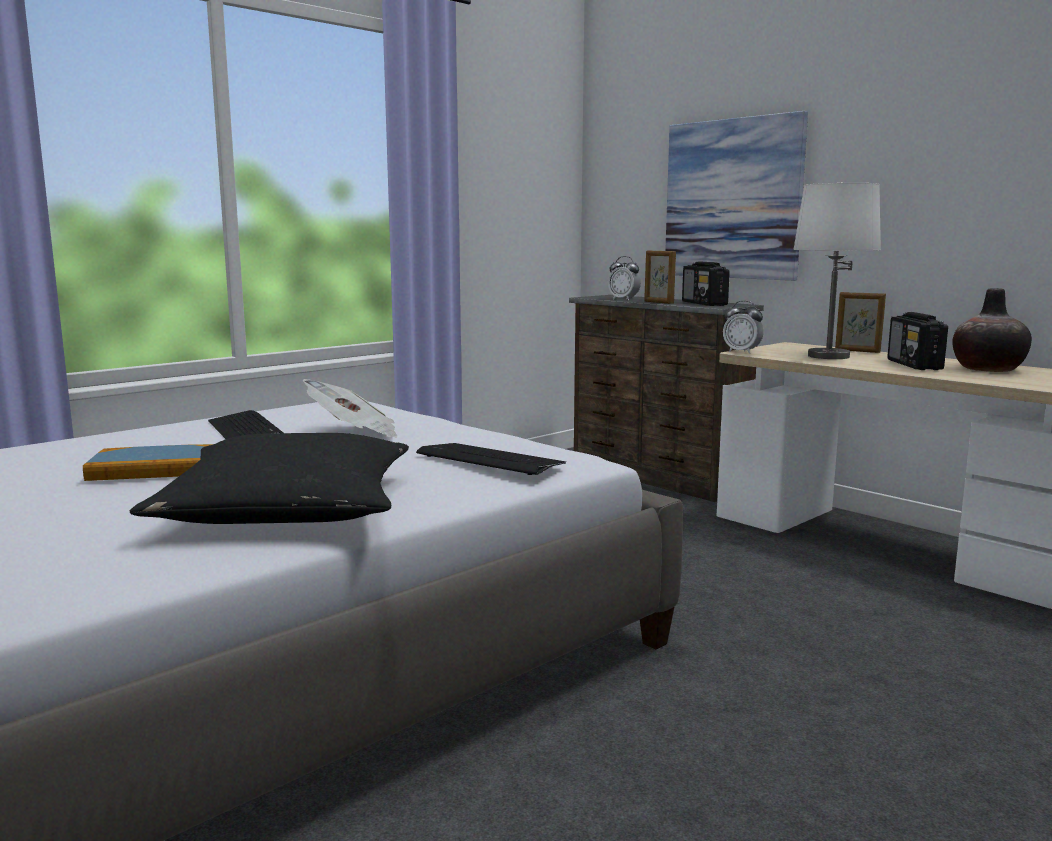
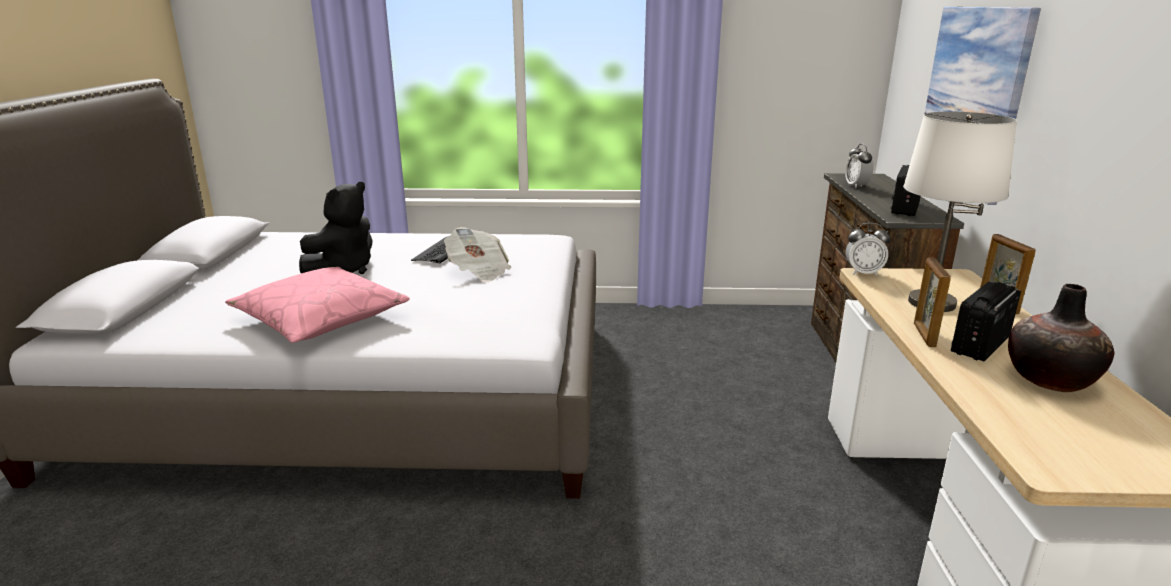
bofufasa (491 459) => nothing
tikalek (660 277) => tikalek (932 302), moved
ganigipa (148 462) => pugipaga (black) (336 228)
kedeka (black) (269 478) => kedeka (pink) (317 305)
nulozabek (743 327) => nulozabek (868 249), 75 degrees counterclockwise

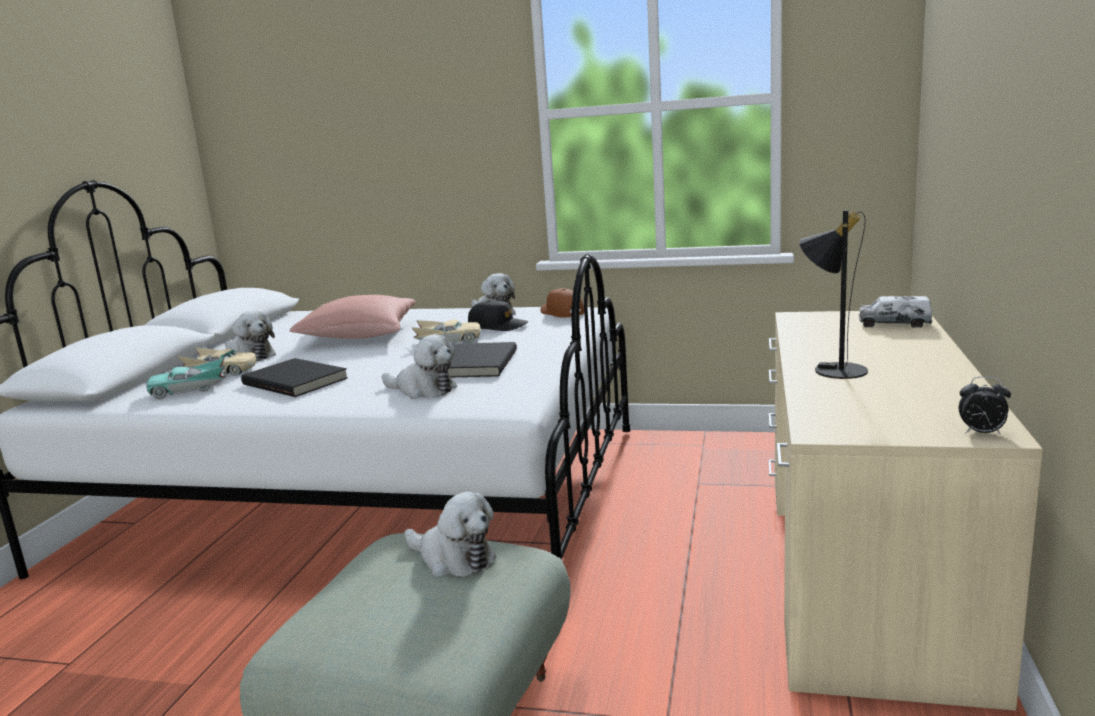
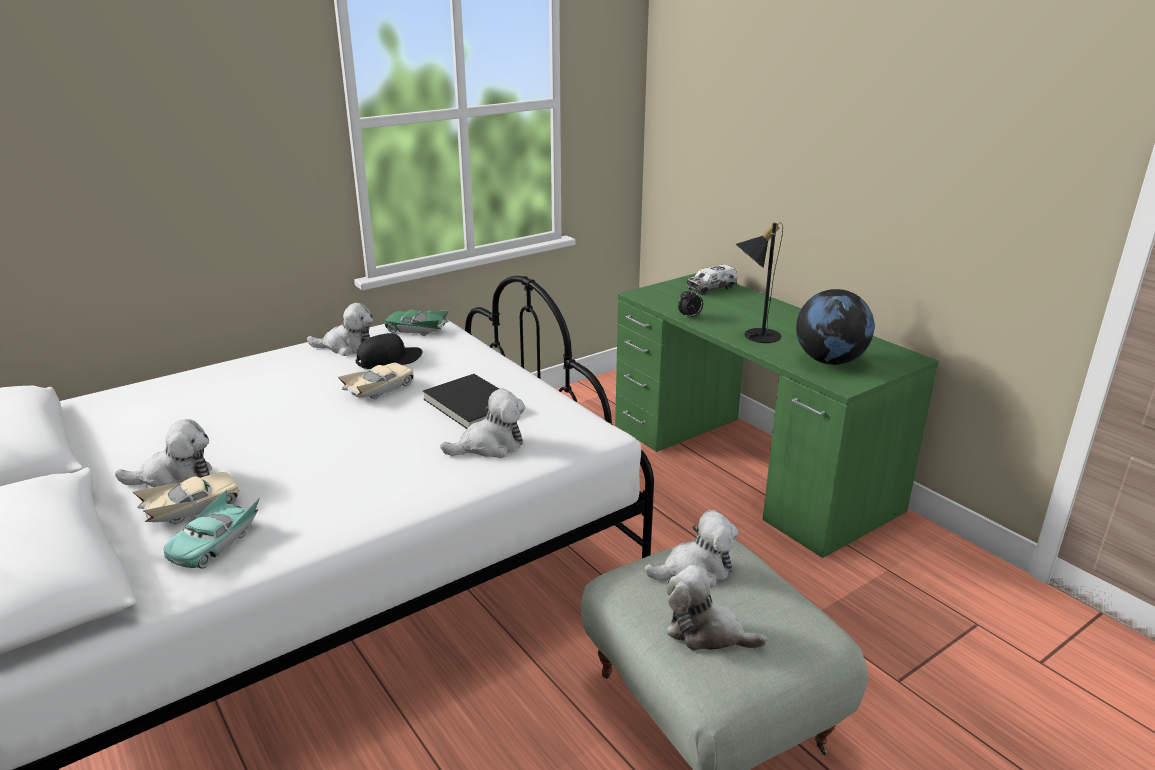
ganigipa (black) (294 377) => nothing
kedeka (pink) (353 317) => nothing
nothing => pugipaga (716 607)
nothing => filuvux (835 327)
nulozabek (985 405) => nulozabek (690 302), moved
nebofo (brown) (562 303) => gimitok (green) (416 322)
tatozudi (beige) (906 511) => tatozudi (green) (777 415)

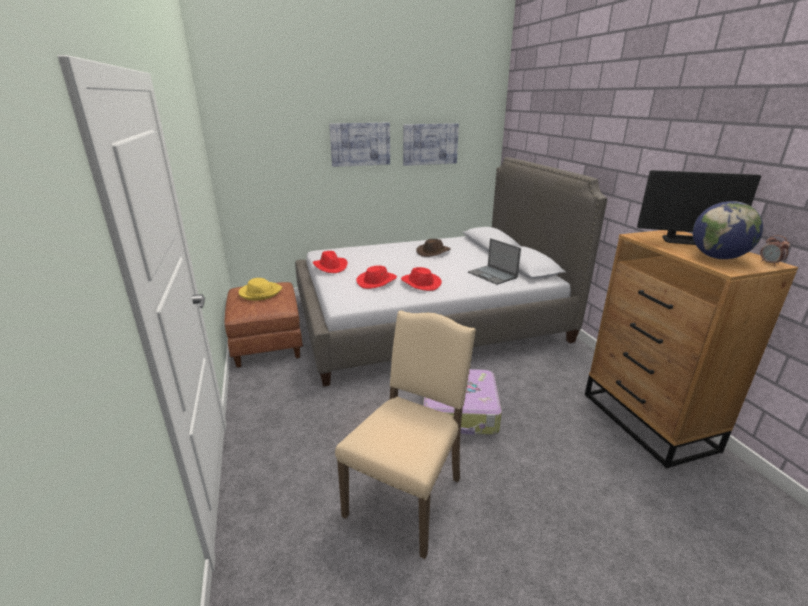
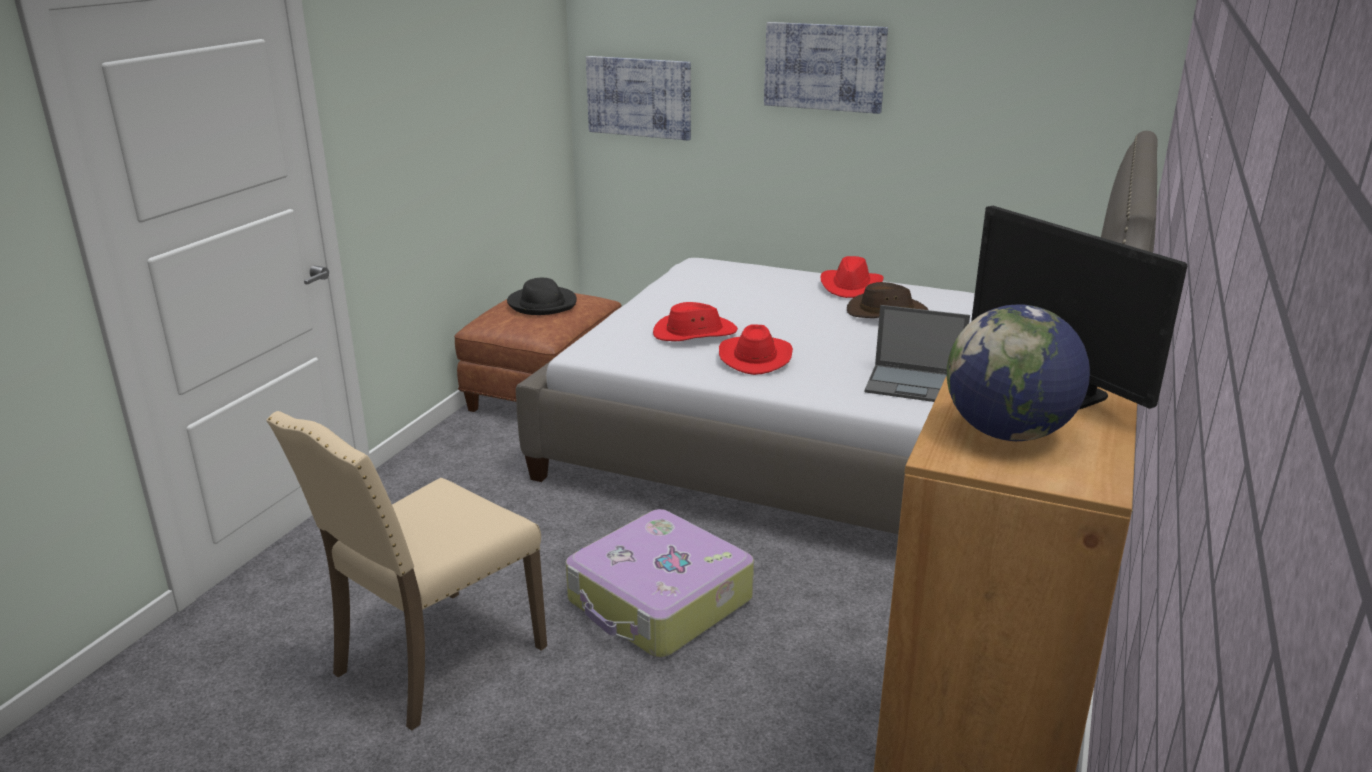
nulozabek (775 250) => nothing
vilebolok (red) (330 262) => vilebolok (red) (852 277), moved
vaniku (431 144) => vaniku (638 98), moved
vilebolok (yellow) (260 289) => vilebolok (black) (542 296)
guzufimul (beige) (405 434) => guzufimul (beige) (406 571), 150 degrees clockwise
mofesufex (494 261) => mofesufex (917 353), 75 degrees counterclockwise

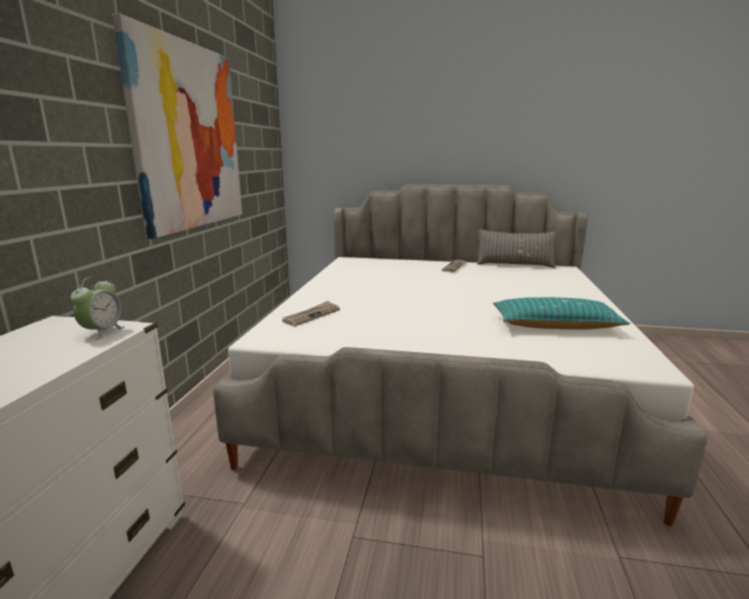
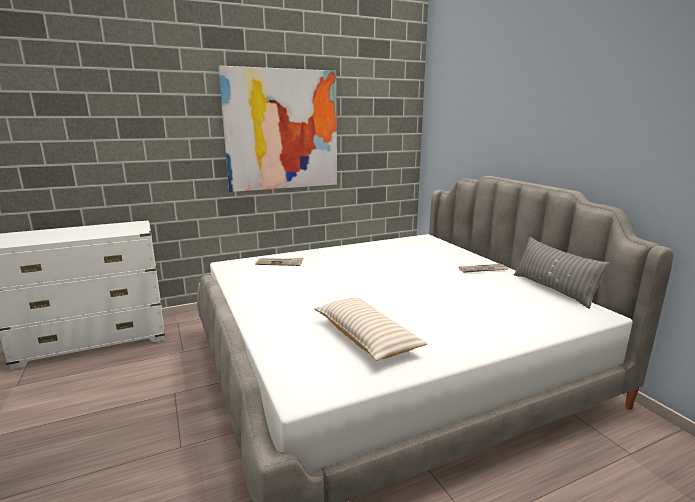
nulozabek (98 309) => nothing
kedeka (turquoise) (561 313) => kedeka (beige) (370 329)

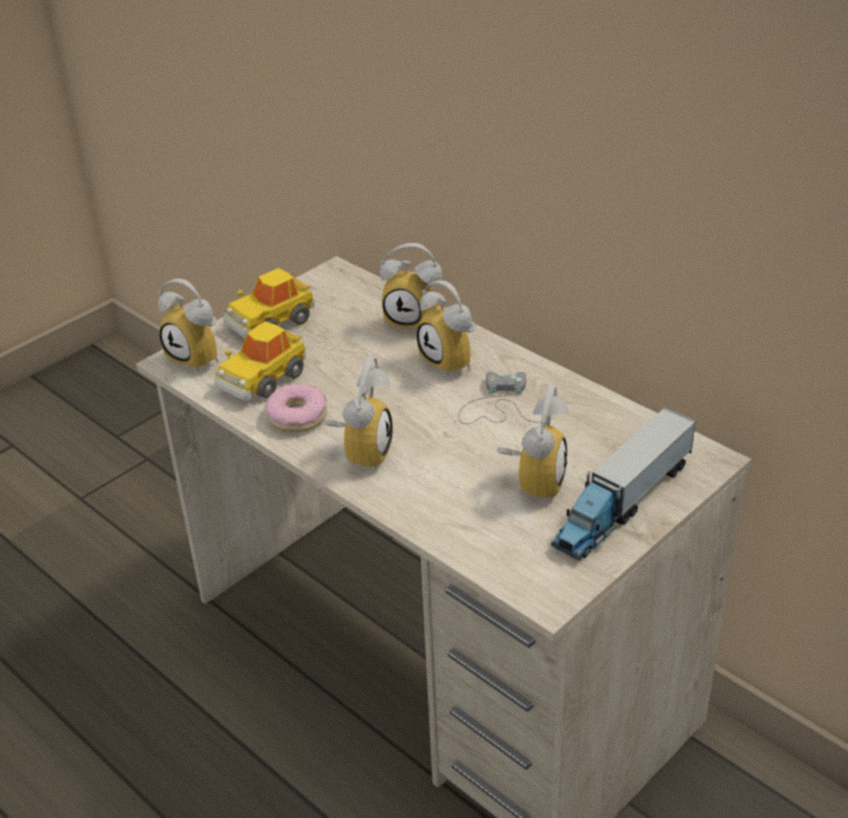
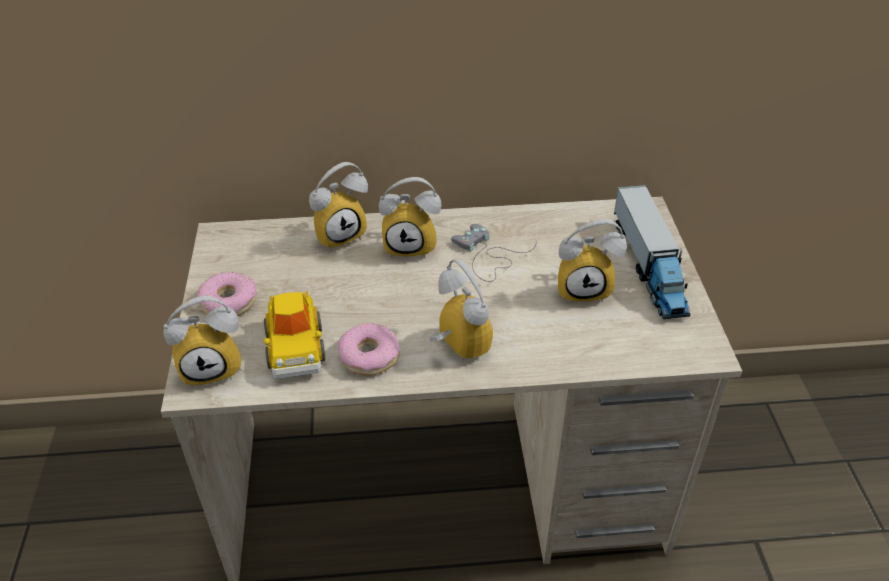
gimitok (269 303) => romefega (226 294)
nulozabek (533 442) => nulozabek (592 261), 120 degrees clockwise

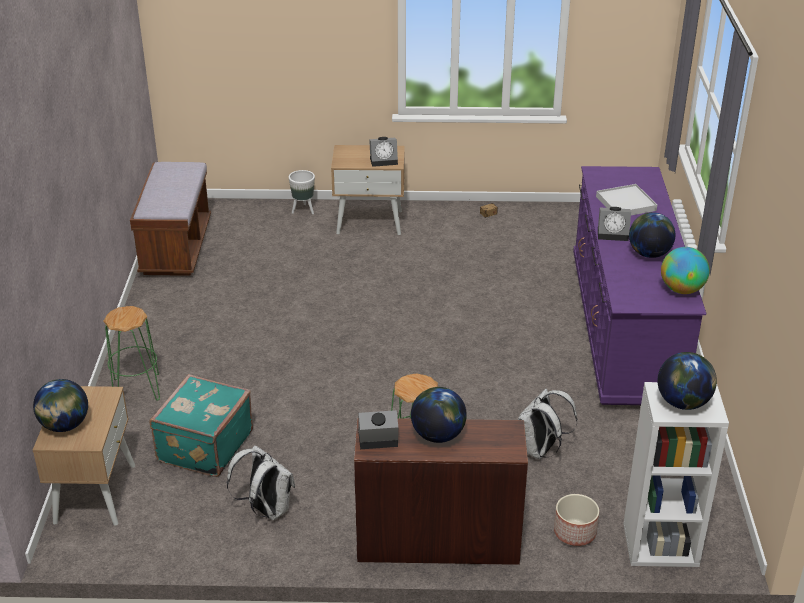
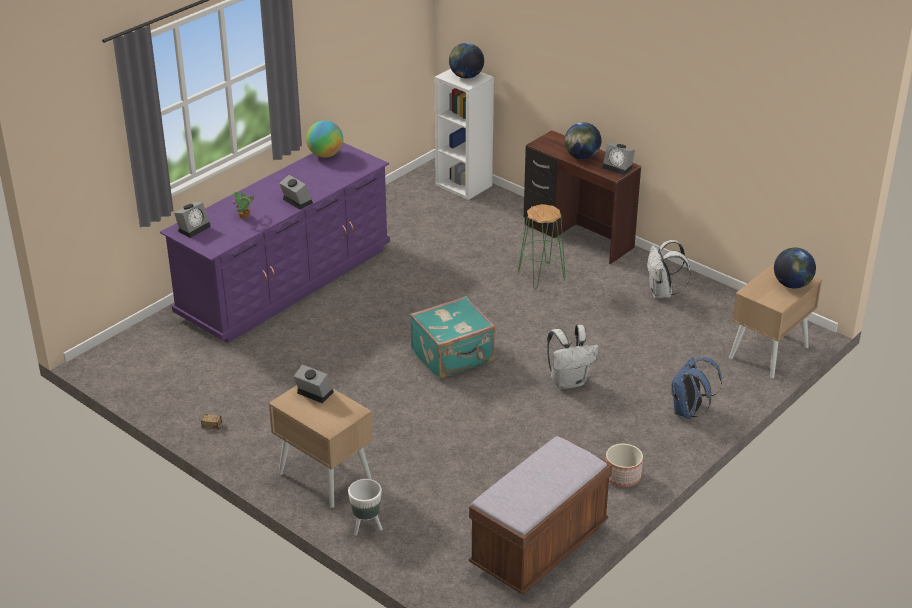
filuvux (652 235) => nothing
nothing => nulozabek (192 220)
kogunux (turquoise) (201 425) => kogunux (turquoise) (452 338), moved
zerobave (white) (547 424) => zerobave (white) (573 357), moved
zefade (576 520) => zefade (624 465), moved
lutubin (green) (131 353) => zerobave (blue) (696 388)
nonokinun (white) (626 199) => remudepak (243 205)

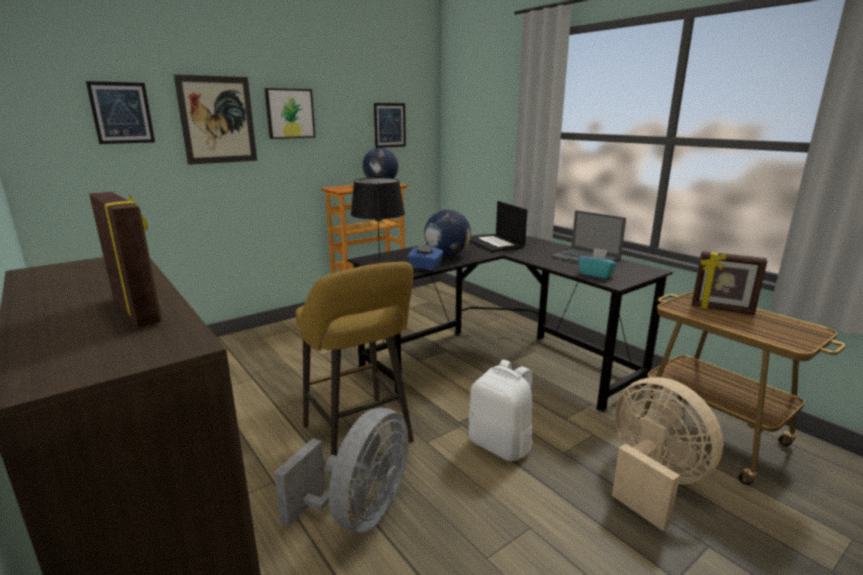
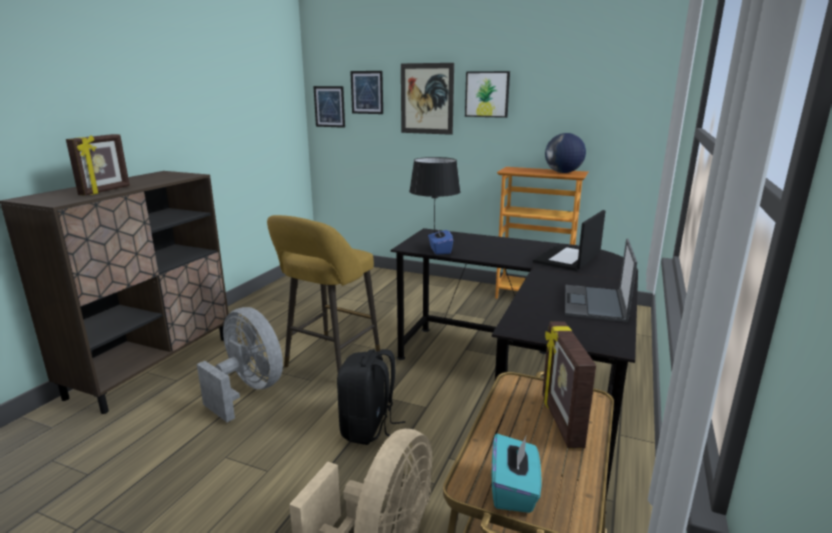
filuvux (447 233) => nothing
vaniku (390 125) => vaniku (329 107), moved
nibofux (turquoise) (597 263) => nibofux (turquoise) (516 473), moved
zerobave (white) (500 410) => zerobave (black) (371 397)
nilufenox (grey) (341 470) => nilufenox (grey) (240 364), 135 degrees counterclockwise

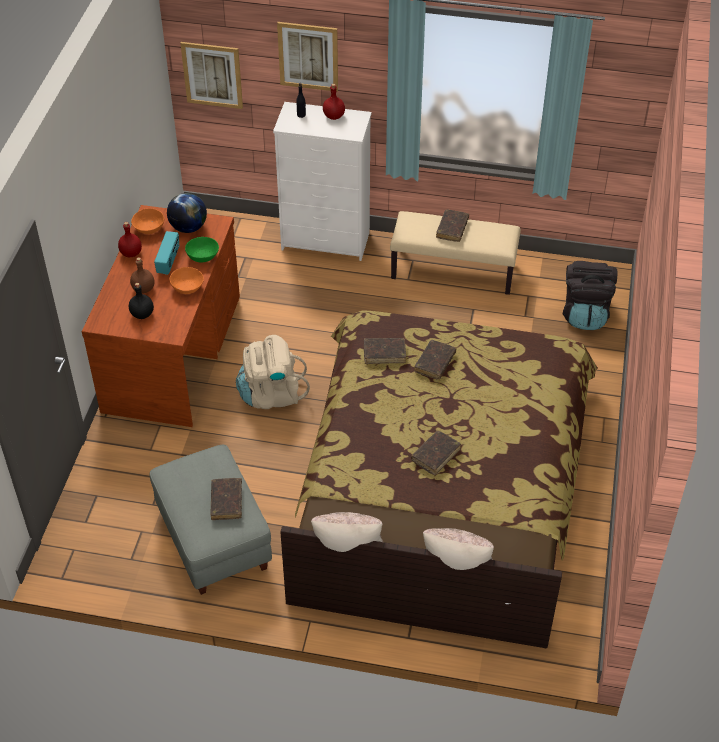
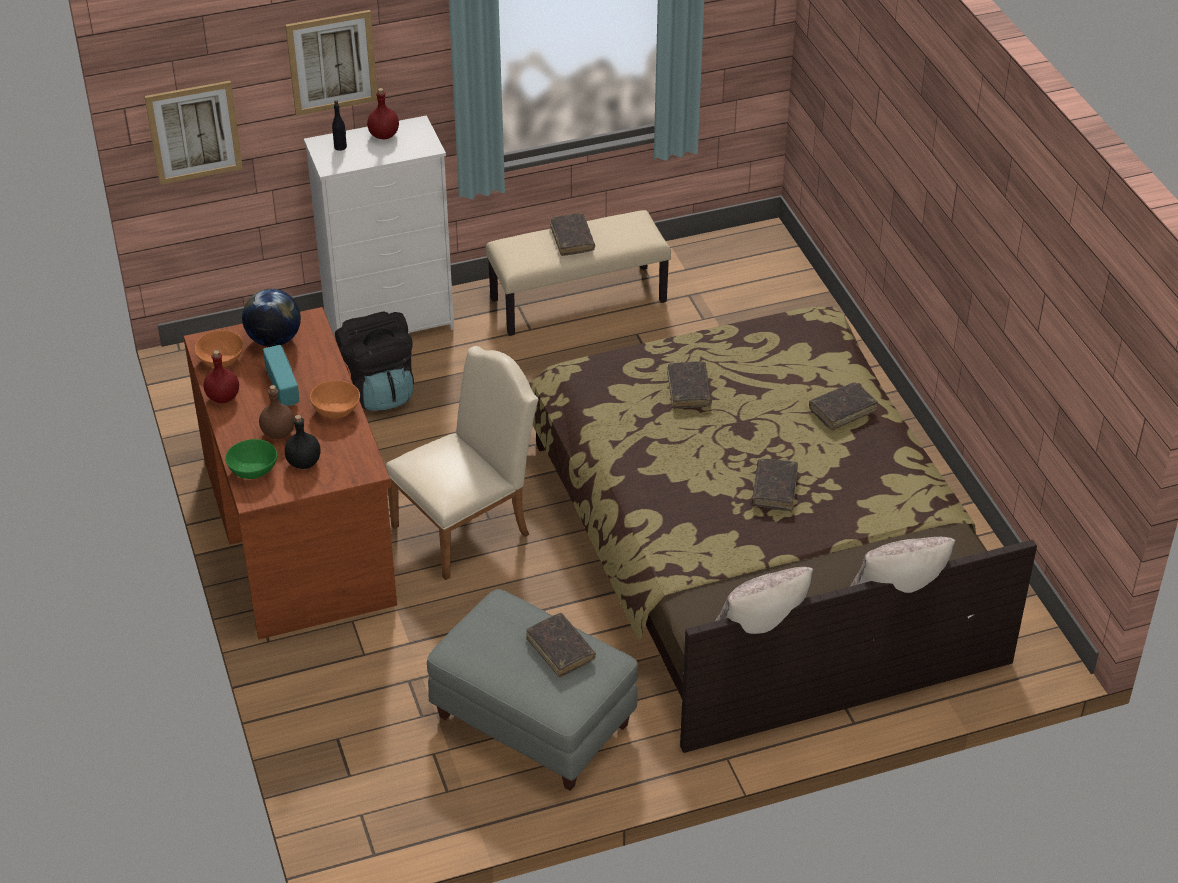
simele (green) (202 249) => simele (green) (251 459), moved
ganigipa (brown) (385 351) => ganigipa (brown) (843 406), moved
zerobave (black) (590 295) => zerobave (black) (374 361), moved
zerobave (beige) (273 372) => guzufimul (beige) (462 463)

